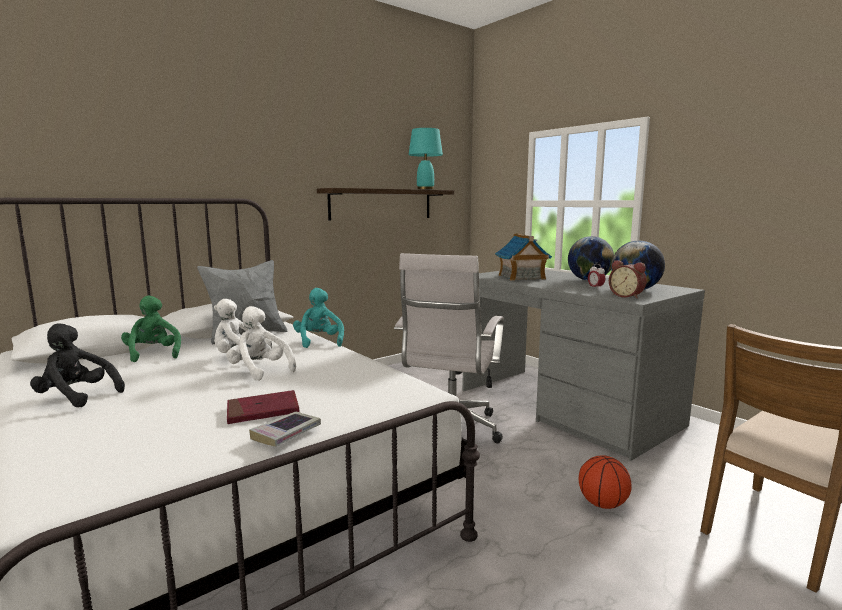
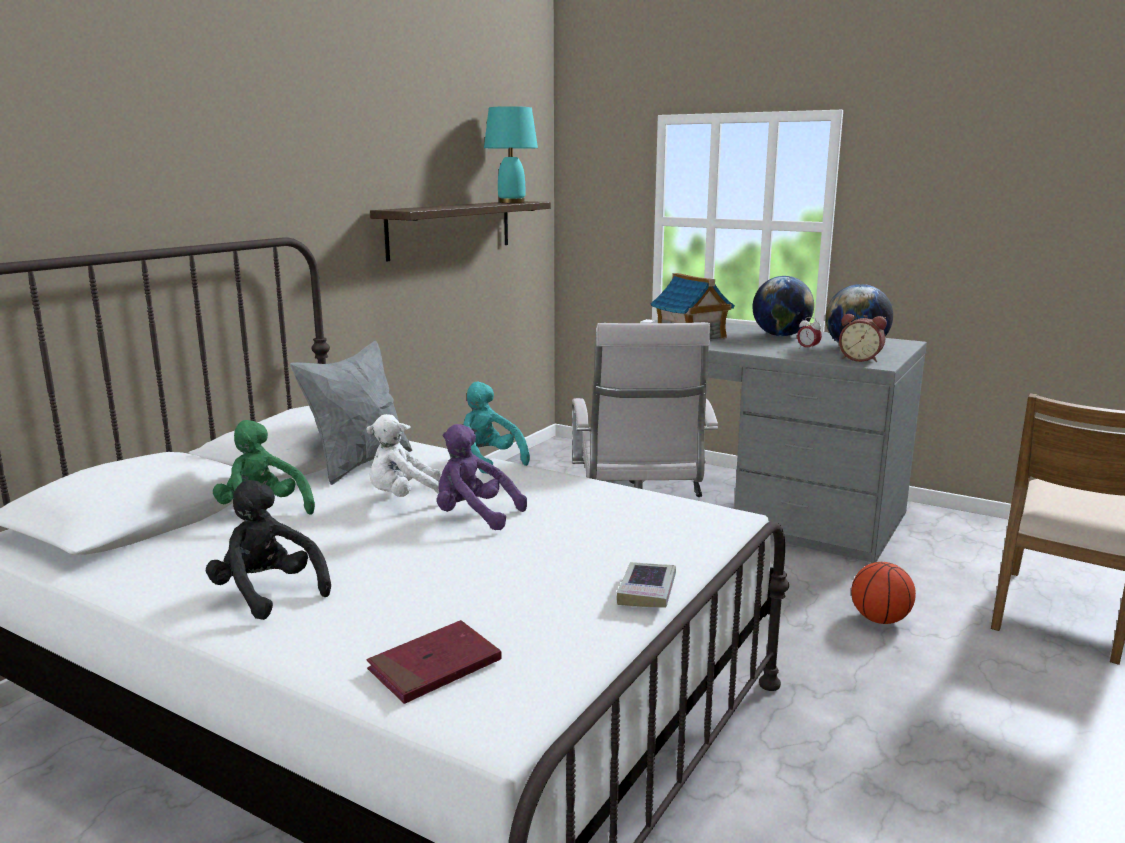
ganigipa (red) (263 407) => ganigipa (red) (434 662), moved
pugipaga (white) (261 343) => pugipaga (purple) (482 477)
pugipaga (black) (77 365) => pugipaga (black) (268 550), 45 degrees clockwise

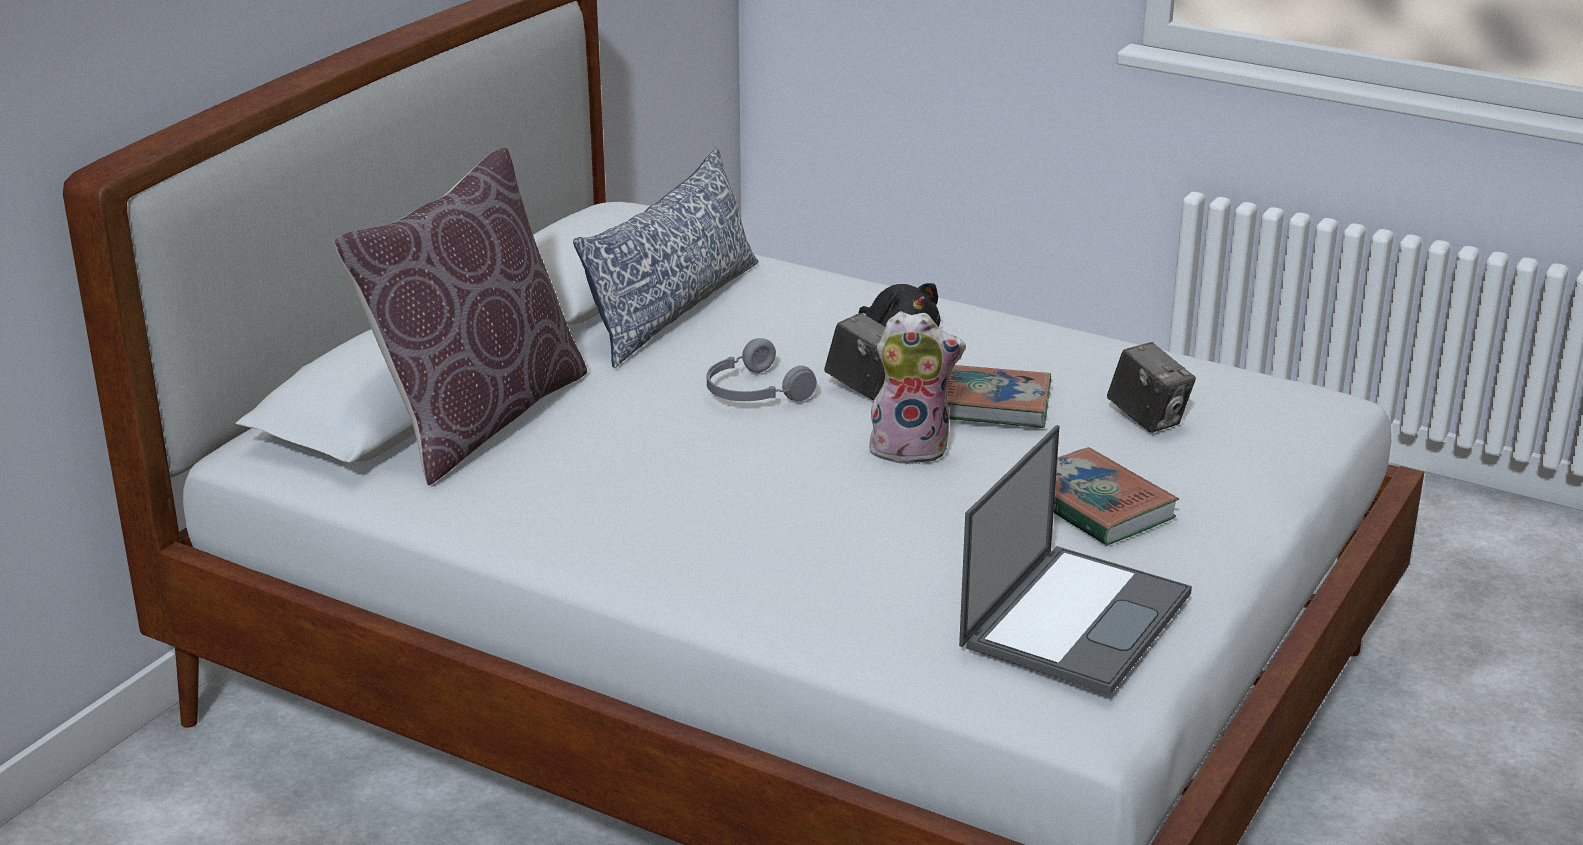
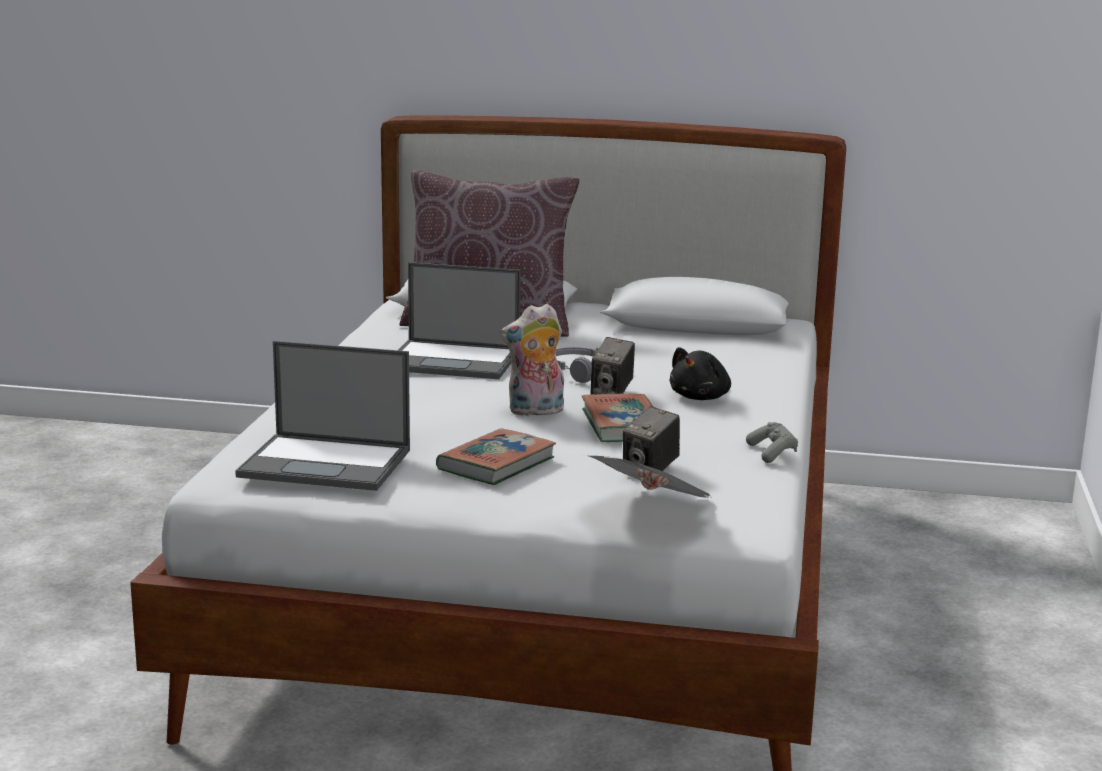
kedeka (665 258) => nothing
nothing => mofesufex (459 320)
nothing => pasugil (647 476)
nothing => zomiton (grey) (772 442)
pugipaga (917 388) => pugipaga (532 360), 90 degrees clockwise

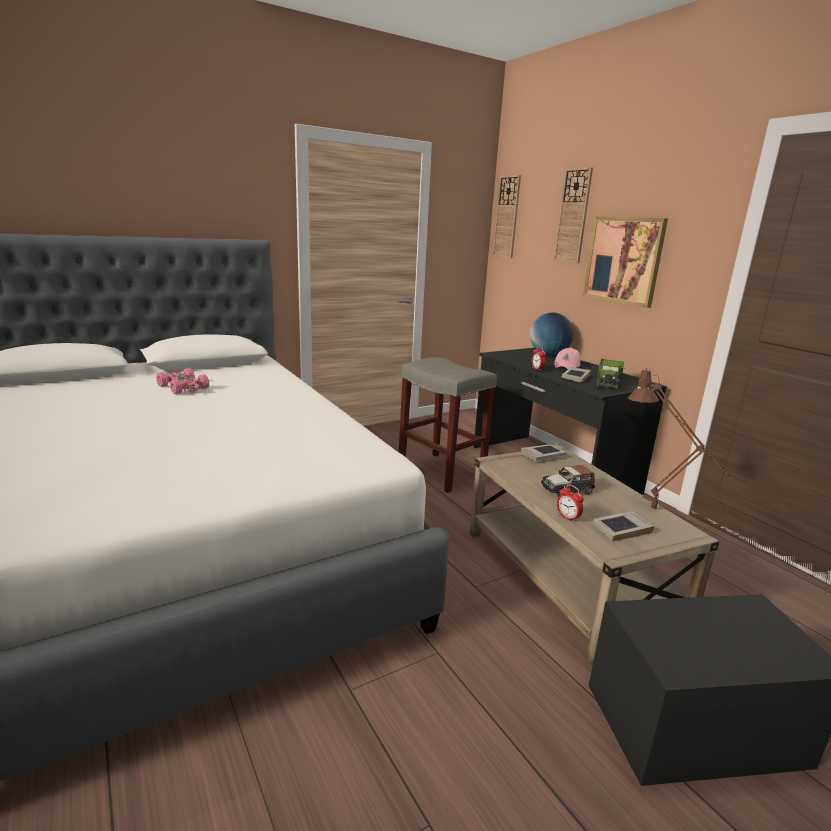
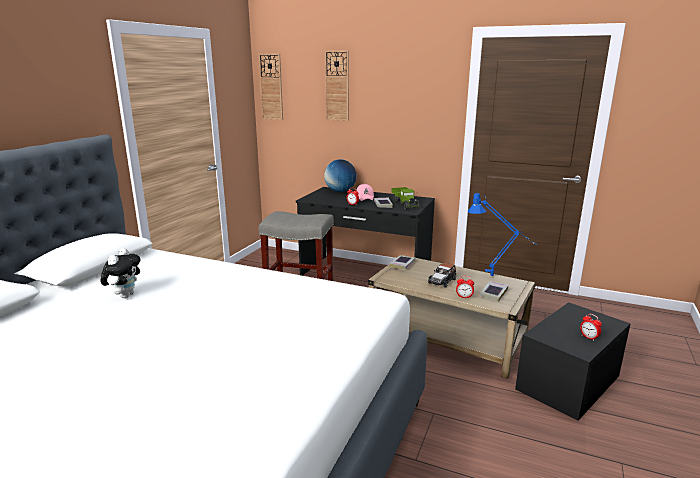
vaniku (625 262) => nothing
nothing => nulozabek (591 327)
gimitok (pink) (182 381) => pugipaga (121 273)
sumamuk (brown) (680 438) => sumamuk (blue) (501 234)

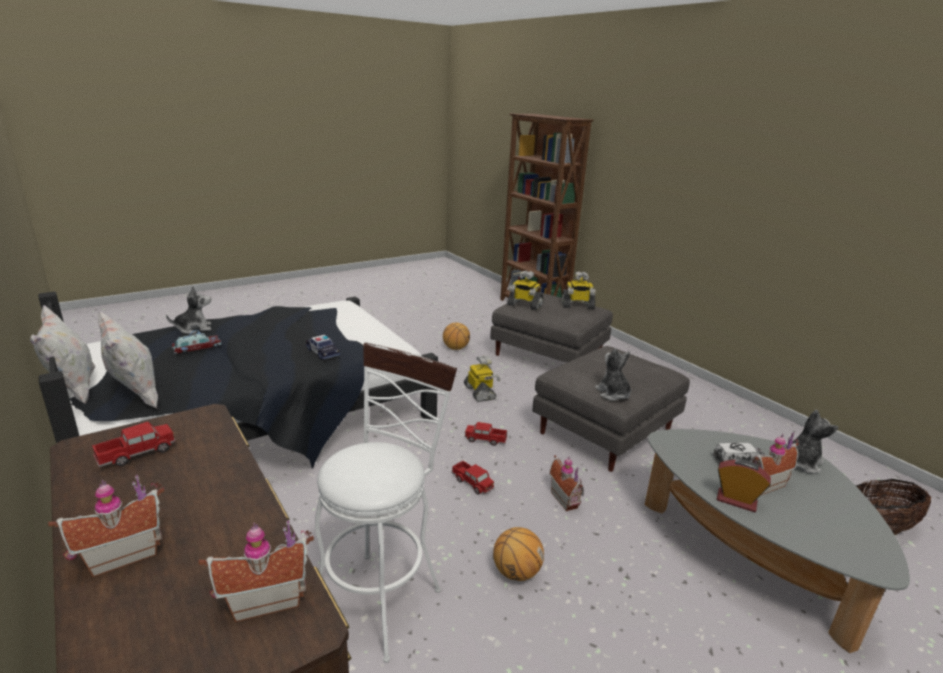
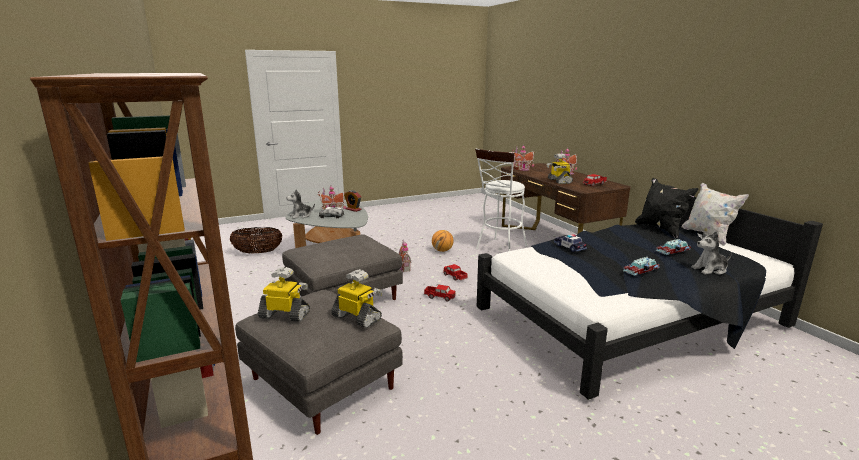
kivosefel (456 336) => nothing
pugipaga (613 374) => nothing
nothing => gimitok (641 266)
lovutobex (482 378) => lovutobex (560 169), moved
kedeka (white) (128 359) => kedeka (black) (667 208)

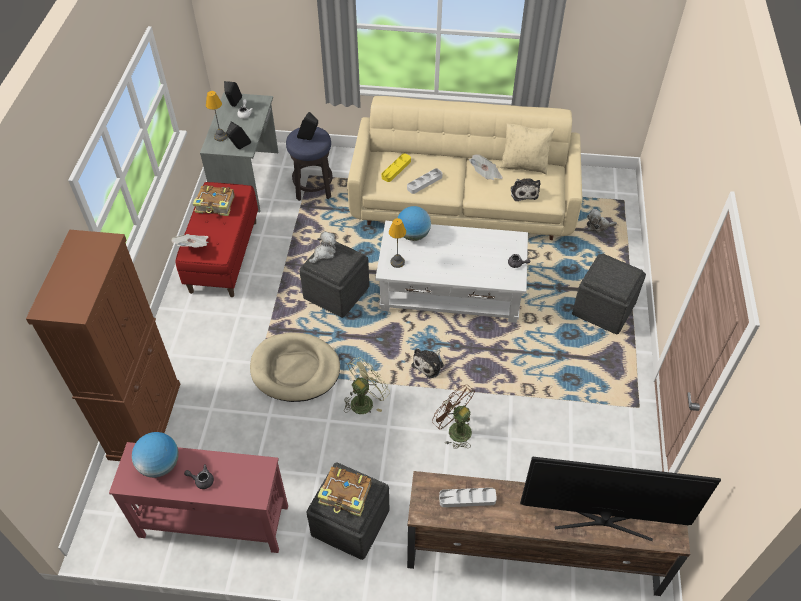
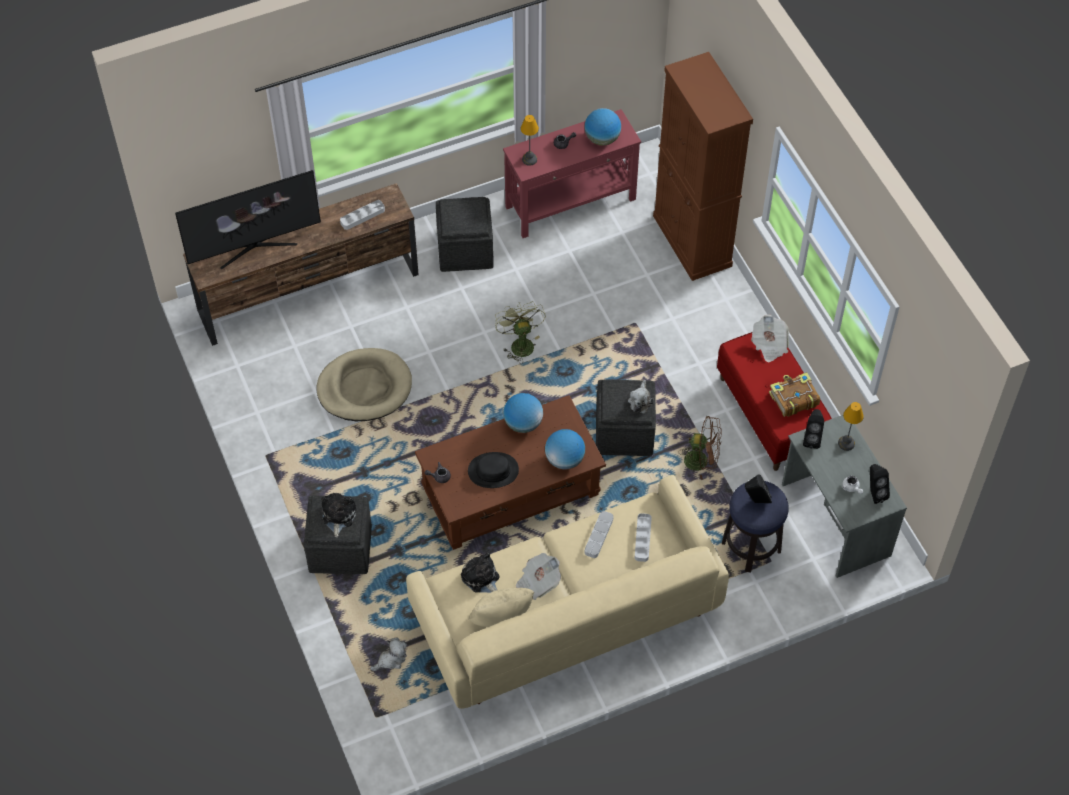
ganigipa (344 492) => nothing
nothing => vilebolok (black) (493 470)
nothing => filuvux (523 413)
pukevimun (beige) (295 367) => pukevimun (beige) (364 384), moved
sumamuk (397 243) => sumamuk (529 140), moved
pugipaga (428 363) => pugipaga (338 515), moved
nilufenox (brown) (453 417) => nilufenox (brown) (699 448), moved
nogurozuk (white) (452 272) => nogurozuk (brown) (510 472)
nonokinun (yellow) (396 168) => nonokinun (grey) (643 537)
nilufenox (green) (367 385) => nilufenox (green) (520 333), 150 degrees clockwise

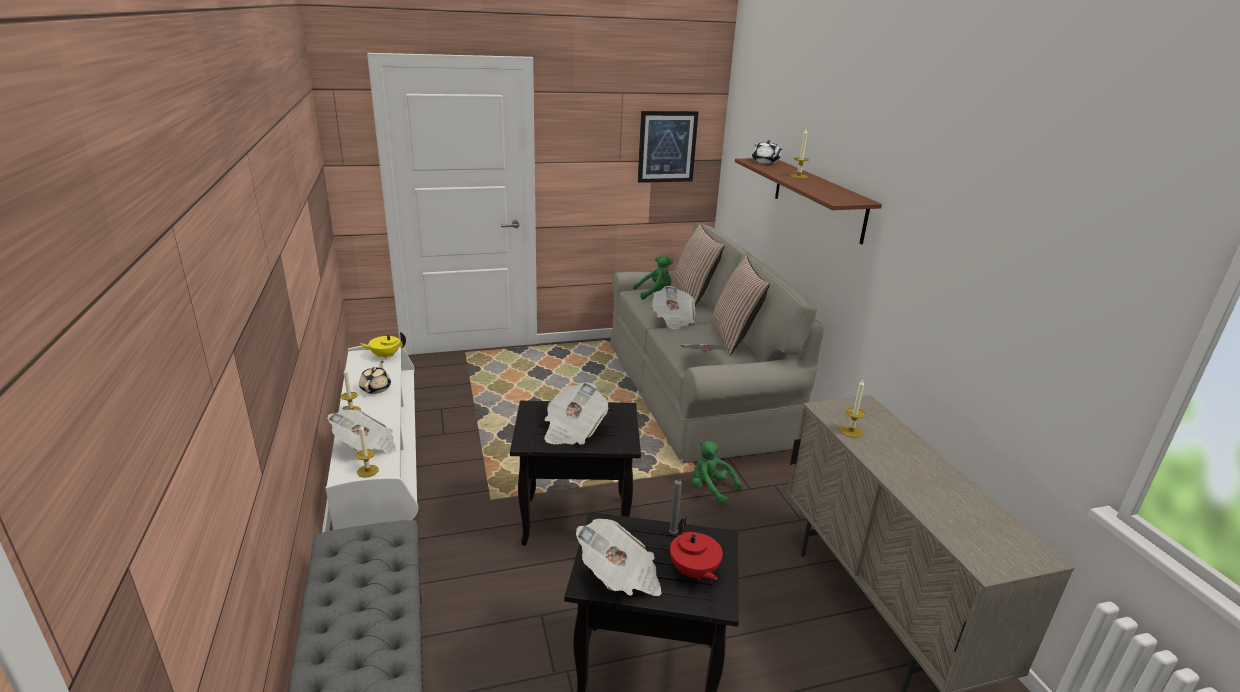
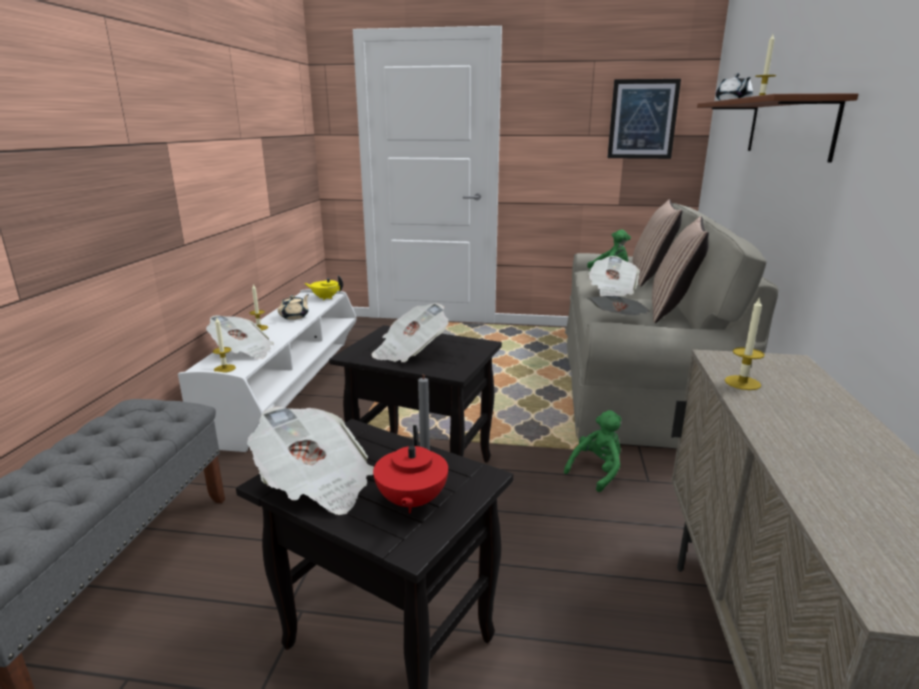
pugipaga (green) (717 473) => pugipaga (green) (593 451), 75 degrees clockwise

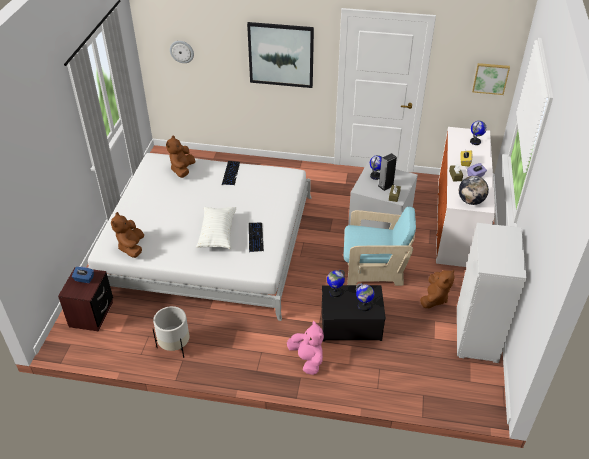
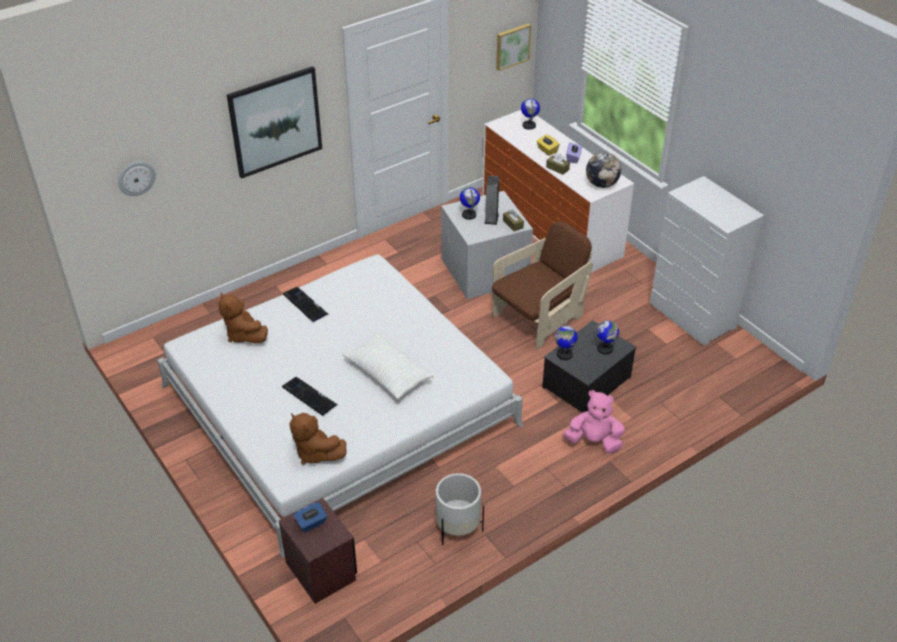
pugipaga (brown) (437 288) => nothing
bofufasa (256 237) => bofufasa (310 396), moved
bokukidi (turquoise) (380 246) => bokukidi (brown) (542 285)

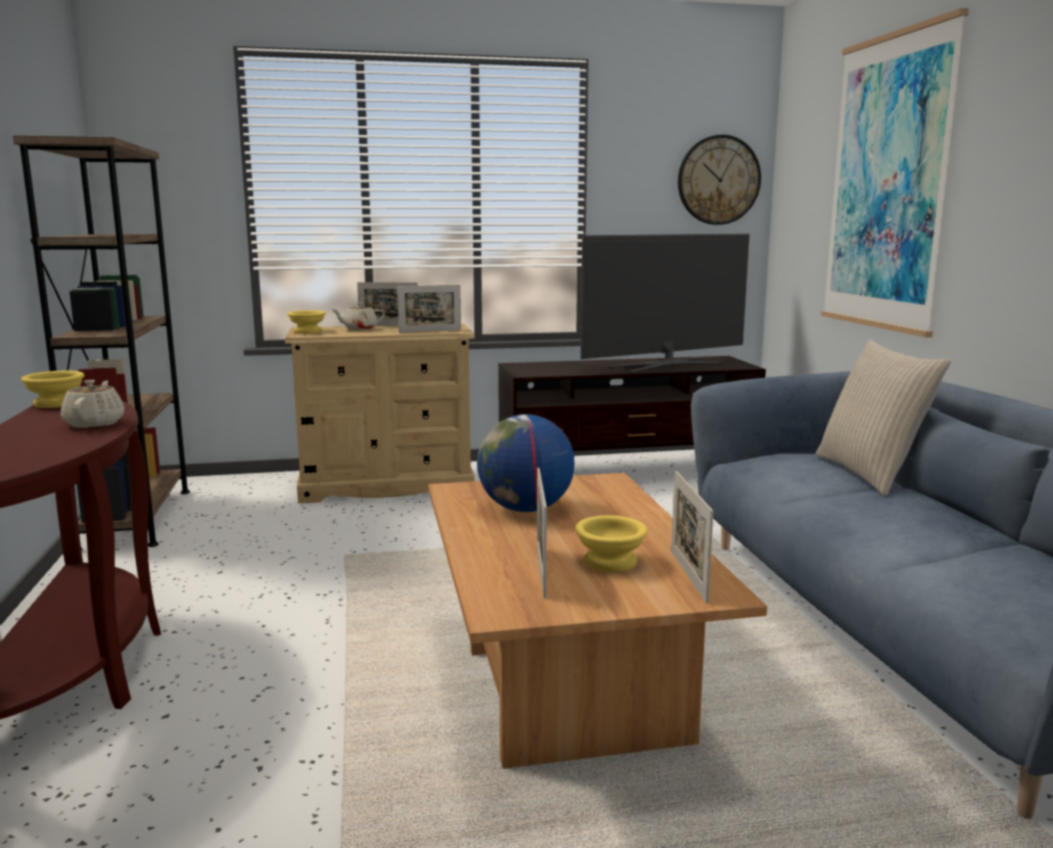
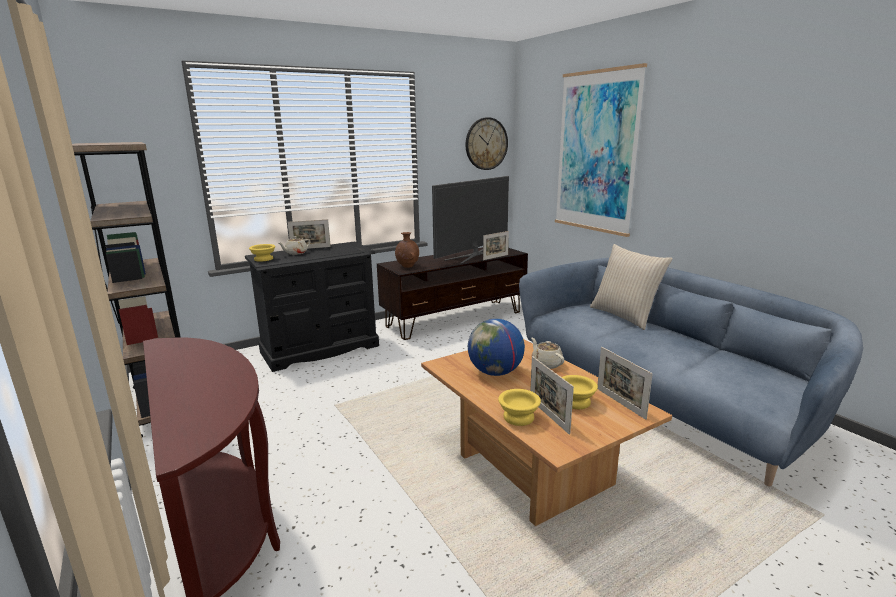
nothing => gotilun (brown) (407 250)
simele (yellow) (53 389) => simele (yellow) (519 407), moved
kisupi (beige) (93 404) => kisupi (beige) (547 353), moved
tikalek (429 309) => tikalek (496 245), moved
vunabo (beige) (380 413) => vunabo (black) (312 306)

